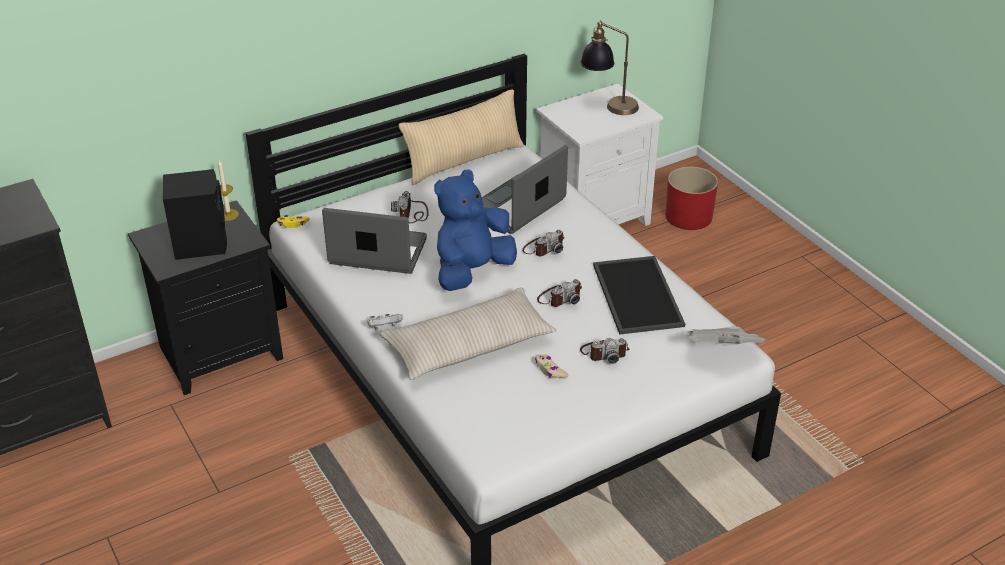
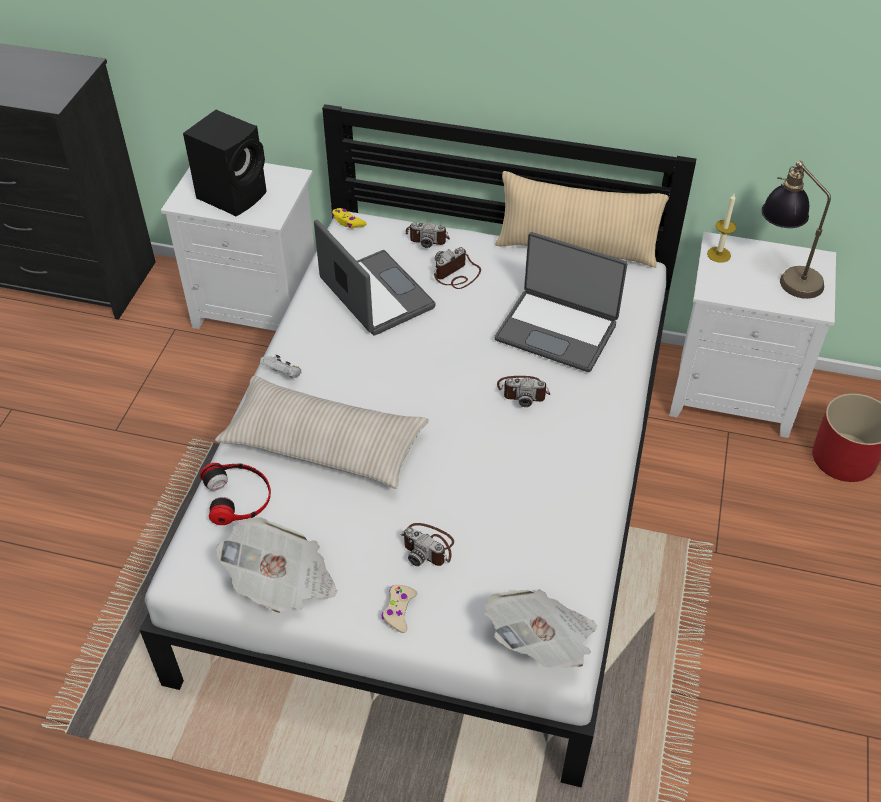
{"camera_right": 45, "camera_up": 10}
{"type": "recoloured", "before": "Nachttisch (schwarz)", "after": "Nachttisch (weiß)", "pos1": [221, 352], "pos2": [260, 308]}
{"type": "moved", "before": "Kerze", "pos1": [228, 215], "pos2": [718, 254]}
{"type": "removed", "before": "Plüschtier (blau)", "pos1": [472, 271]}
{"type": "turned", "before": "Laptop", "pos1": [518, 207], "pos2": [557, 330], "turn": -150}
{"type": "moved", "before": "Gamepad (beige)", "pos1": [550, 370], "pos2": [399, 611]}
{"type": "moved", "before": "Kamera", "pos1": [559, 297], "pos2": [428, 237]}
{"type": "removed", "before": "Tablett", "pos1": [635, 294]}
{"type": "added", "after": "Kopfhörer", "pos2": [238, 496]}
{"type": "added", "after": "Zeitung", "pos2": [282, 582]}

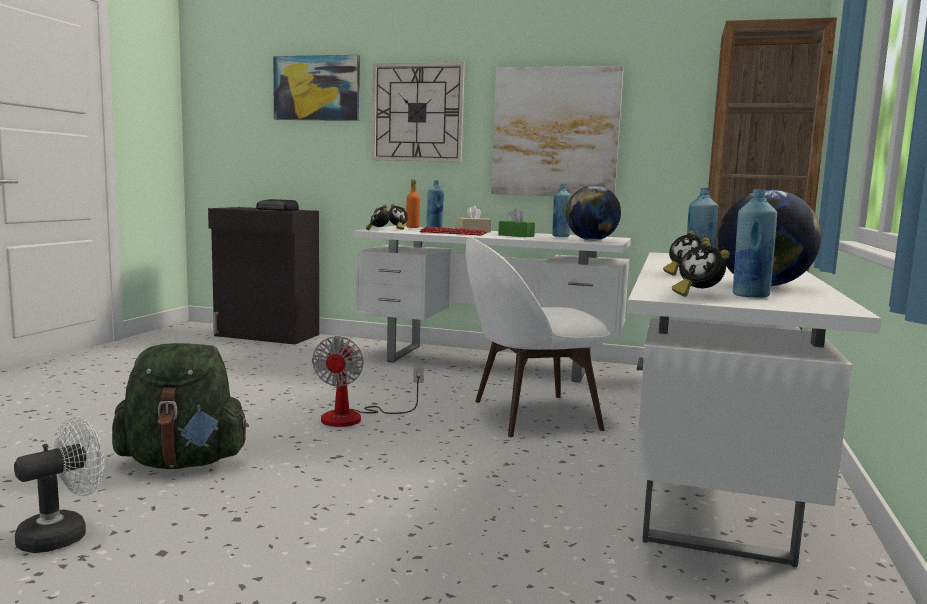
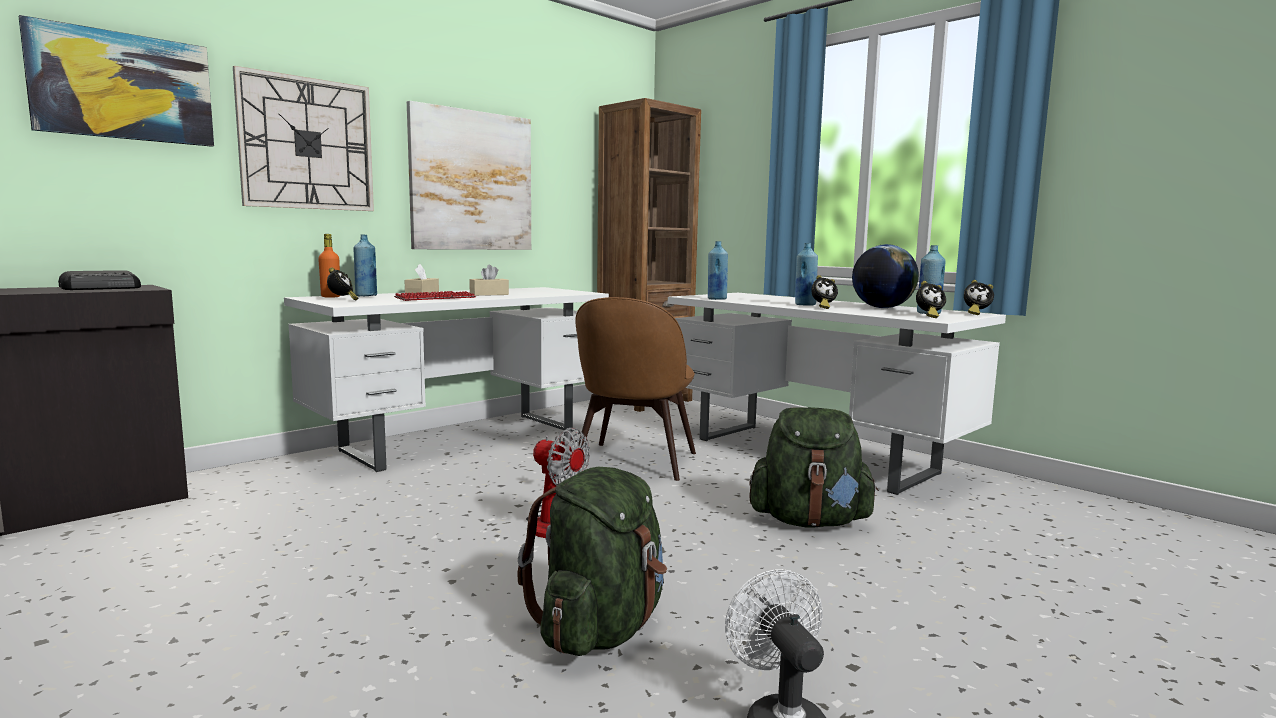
{"camera_right": -60, "camera_up": 0}
{"type": "moved", "before": "Wecker", "pos1": [378, 230], "pos2": [975, 314]}
{"type": "recoloured", "before": "Stuhl (weiß)", "after": "Stuhl (braun)", "pos1": [529, 415], "pos2": [634, 463]}
{"type": "recoloured", "before": "Taschentuchbox (grün)", "after": "Taschentuchbox (beige)", "pos1": [516, 235], "pos2": [489, 294]}
{"type": "moved", "before": "Flasche (blau)", "pos1": [560, 236], "pos2": [716, 299]}
{"type": "removed", "before": "Globus", "pos1": [591, 240]}
{"type": "added", "after": "Rucksack (grün)", "pos2": [809, 521]}

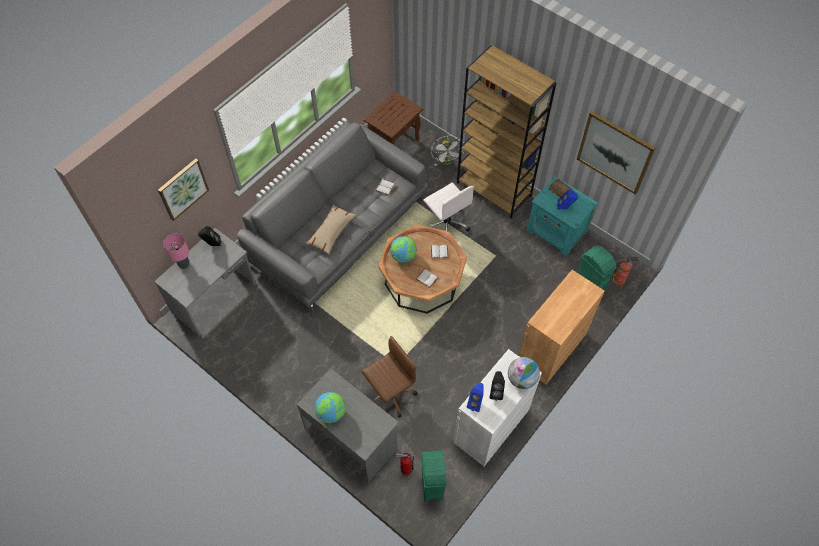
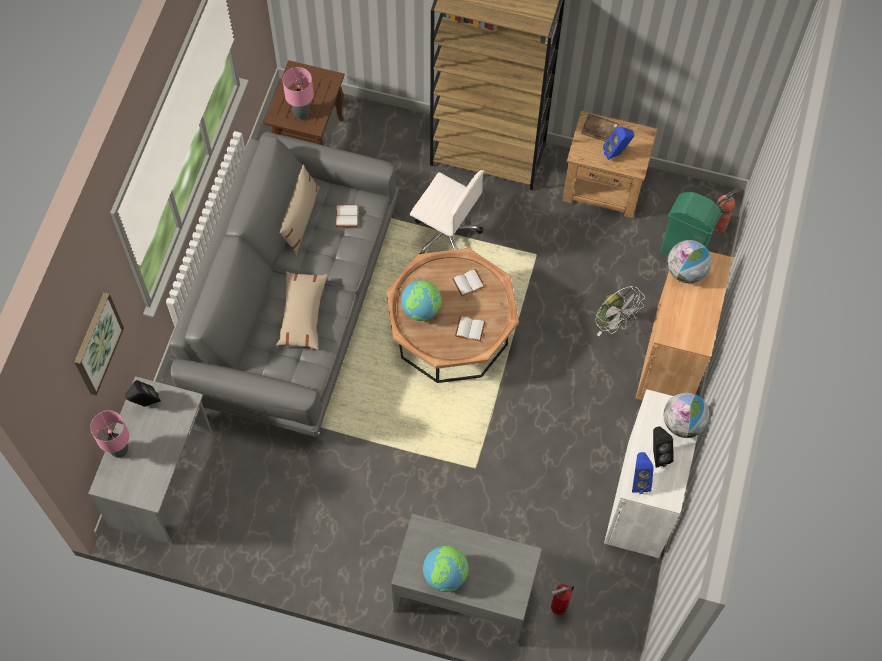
{"camera_right": -25, "camera_up": 5}
{"type": "removed", "before": "Bürostuhl (braun)", "pos1": [389, 393]}
{"type": "removed", "before": "Mülleimer (grün)", "pos1": [432, 486]}
{"type": "moved", "before": "Ventilator (weiß)", "pos1": [446, 162], "pos2": [613, 322]}
{"type": "recoloured", "before": "Nachttisch (türkis)", "after": "Nachttisch (braun)", "pos1": [557, 232], "pos2": [604, 187]}
{"type": "removed", "before": "Bild", "pos1": [615, 152]}
{"type": "added", "after": "Kissen (beige)", "pos2": [301, 219]}
{"type": "added", "after": "Tischlampe (rosa)", "pos2": [301, 113]}
{"type": "added", "after": "Globus", "pos2": [685, 271]}

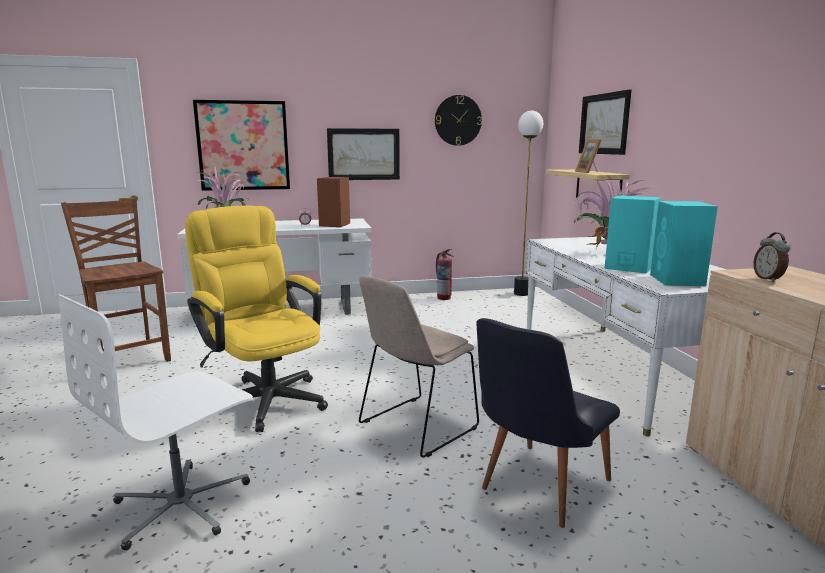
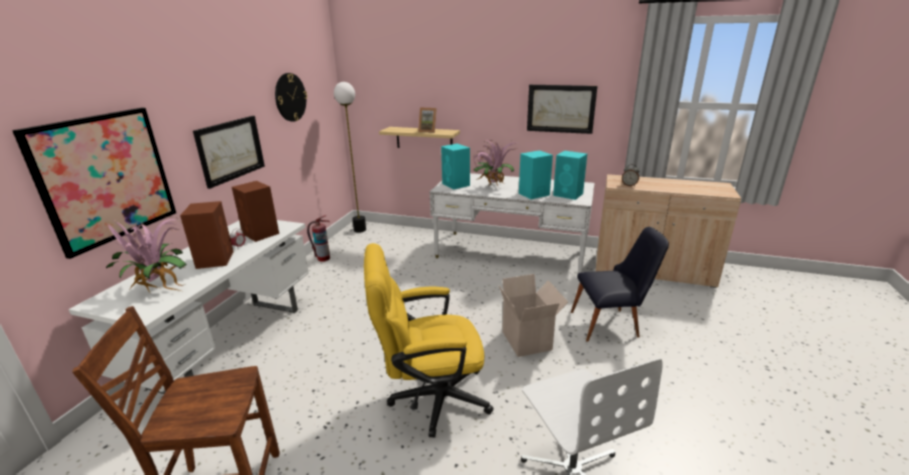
{"camera_right": -60, "camera_up": 10}
{"type": "replaced", "before": "Stuhl (beige)", "after": "Karton", "pos1": [415, 427], "pos2": [528, 340]}
{"type": "turned", "before": "Stuhl (schwarz)", "pos1": [537, 488], "pos2": [611, 324], "turn": -75}
{"type": "moved", "before": "Bild", "pos1": [604, 124], "pos2": [560, 108]}
{"type": "added", "after": "Lautsprecher (braun)", "pos2": [215, 259]}
{"type": "added", "after": "Lautsprecher (türkis)", "pos2": [456, 185]}

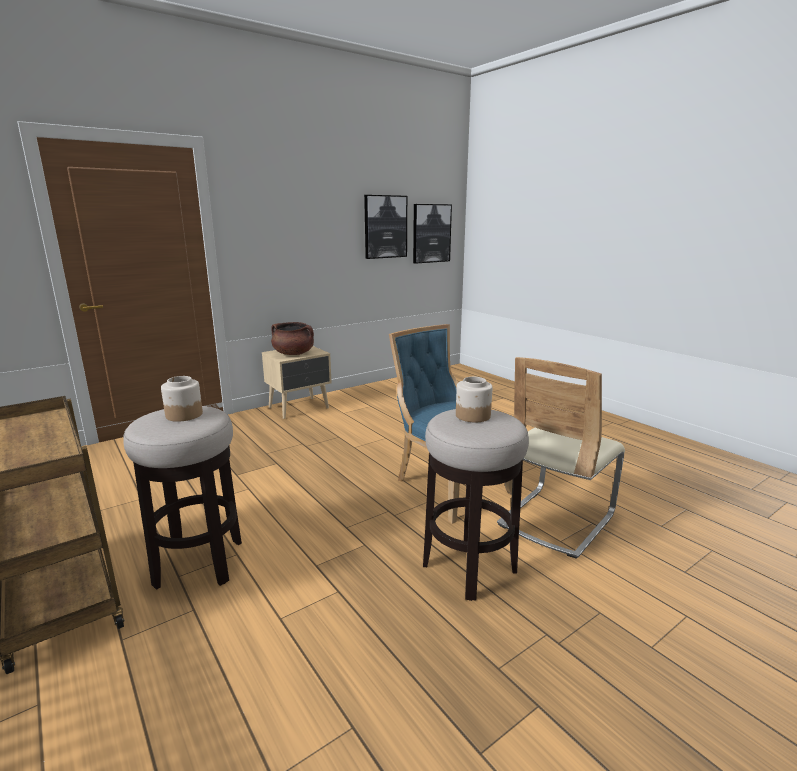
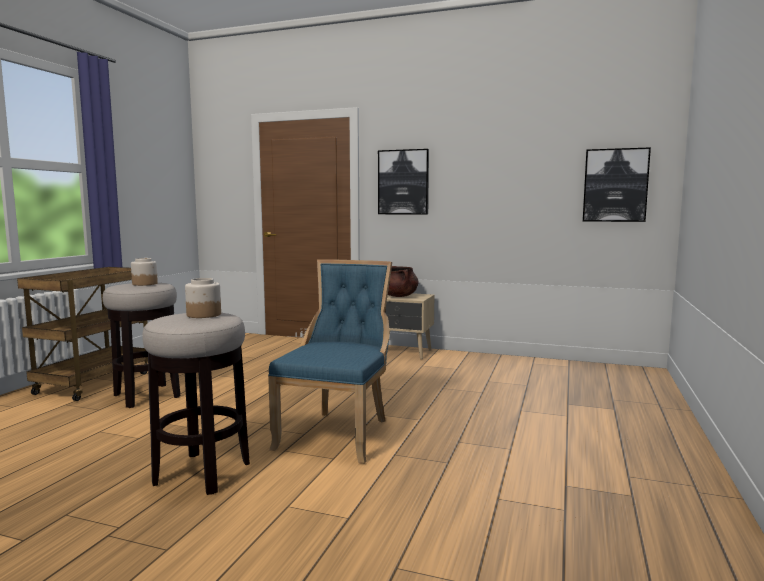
{"camera_right": 55, "camera_up": -10}
{"type": "moved", "before": "Bild", "pos1": [385, 227], "pos2": [403, 182]}
{"type": "removed", "before": "Stuhl (beige)", "pos1": [556, 520]}

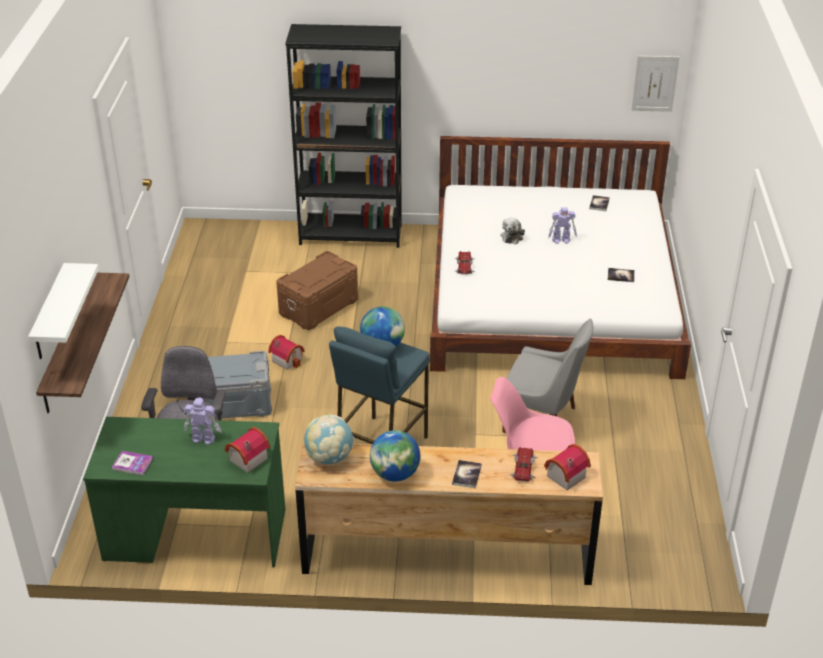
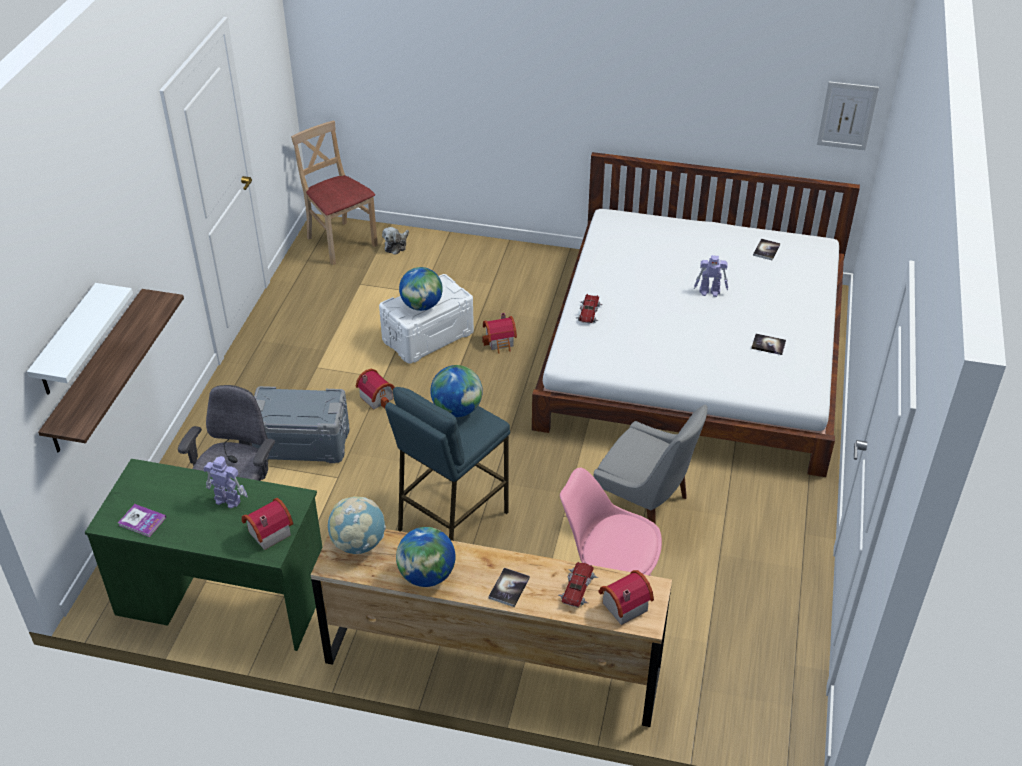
{"camera_right": 10, "camera_up": 5}
{"type": "recoloured", "before": "Aufbewahrungsbox (braun)", "after": "Aufbewahrungsbox (weiß)", "pos1": [319, 307], "pos2": [428, 337]}
{"type": "removed", "before": "Bücherregal (schwarz)", "pos1": [351, 235]}
{"type": "moved", "before": "Plüschtier", "pos1": [512, 236], "pos2": [396, 245]}
{"type": "added", "after": "Stuhl (beige)", "pos2": [341, 242]}
{"type": "added", "after": "Globus", "pos2": [422, 306]}
{"type": "added", "after": "Spielzeughaus", "pos2": [501, 342]}

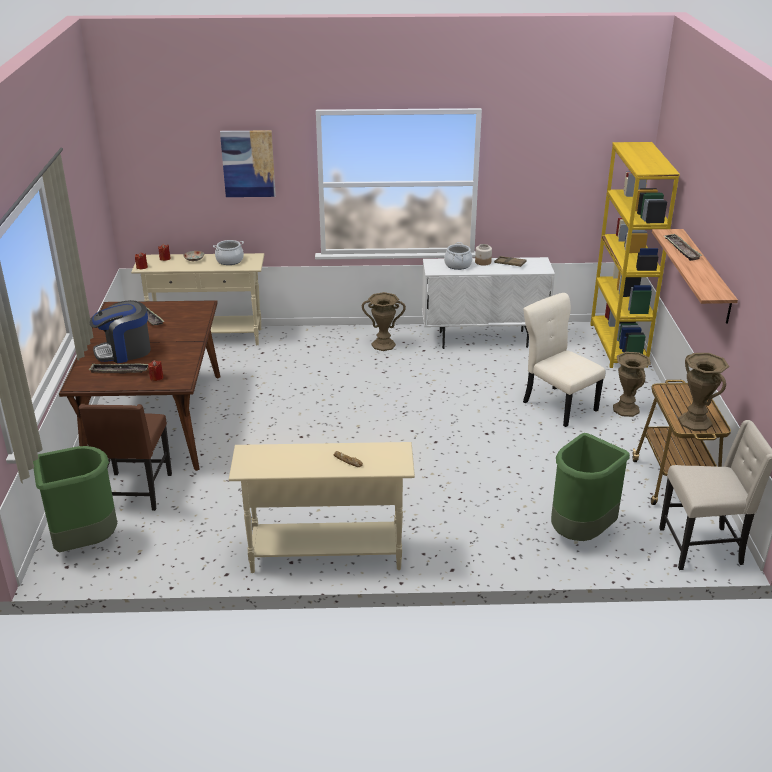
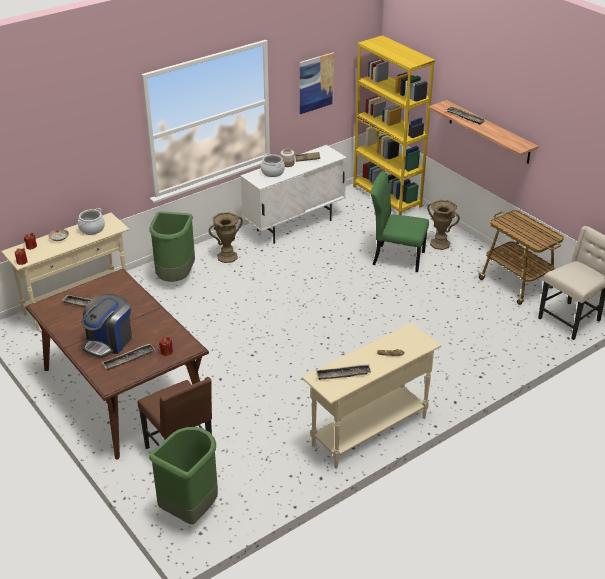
{"camera_right": -35, "camera_up": 5}
{"type": "moved", "before": "Bild", "pos1": [248, 163], "pos2": [316, 83]}
{"type": "recoloured", "before": "Stuhl (beige)", "after": "Stuhl (grün)", "pos1": [557, 405], "pos2": [396, 257]}
{"type": "moved", "before": "Mülleimer (grün)", "pos1": [580, 533], "pos2": [175, 277]}
{"type": "removed", "before": "Vase (braun)", "pos1": [695, 422]}
{"type": "added", "after": "Tablett", "pos2": [343, 374]}

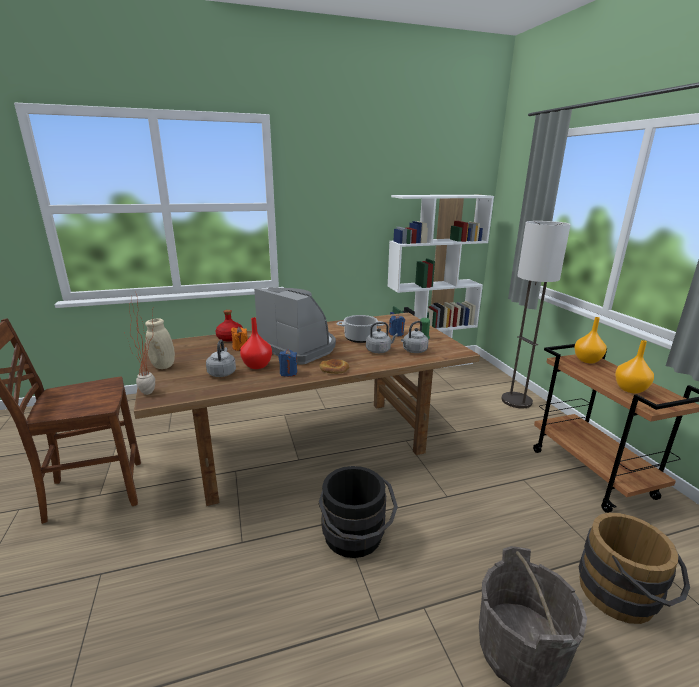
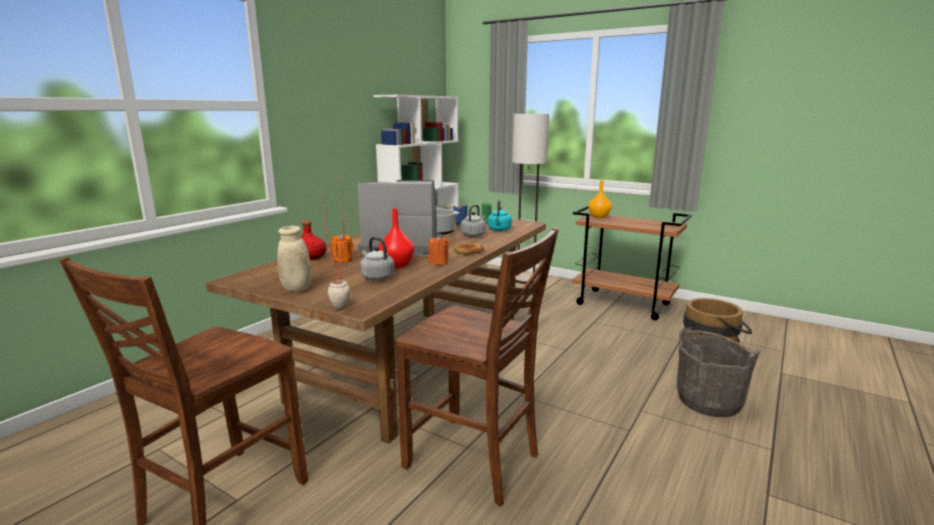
{"camera_right": -40, "camera_up": -5}
{"type": "recoloured", "before": "Kerze (blau)", "after": "Kerze (orange)", "pos1": [288, 373], "pos2": [438, 262]}
{"type": "removed", "before": "Eimer (schwarz)", "pos1": [355, 539]}
{"type": "recoloured", "before": "Wasserkessel (grau)", "after": "Wasserkessel (türkis)", "pos1": [413, 351], "pos2": [499, 230]}
{"type": "removed", "before": "Vase (orange)", "pos1": [629, 389]}
{"type": "added", "after": "Stuhl (braun)", "pos2": [474, 461]}

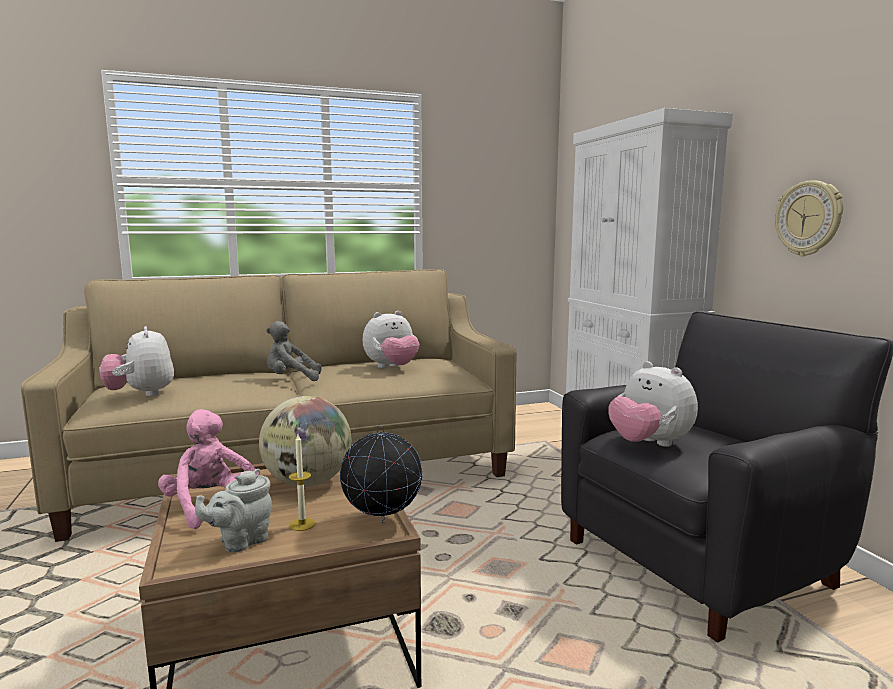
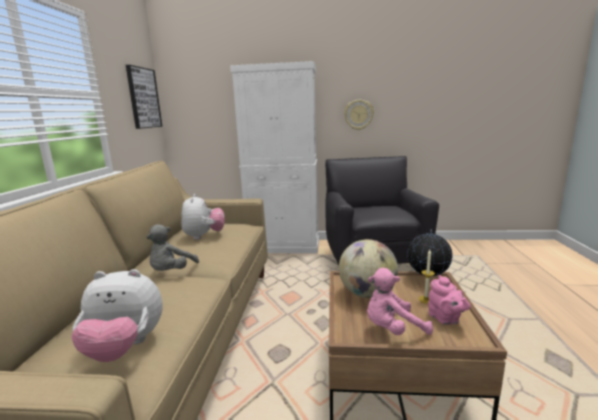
{"camera_right": -65, "camera_up": 5}
{"type": "recoloured", "before": "Teekanne (grau)", "after": "Teekanne (rosa)", "pos1": [241, 541], "pos2": [445, 319]}
{"type": "removed", "before": "Plüschtier", "pos1": [649, 444]}
{"type": "added", "after": "Bild", "pos2": [143, 98]}

